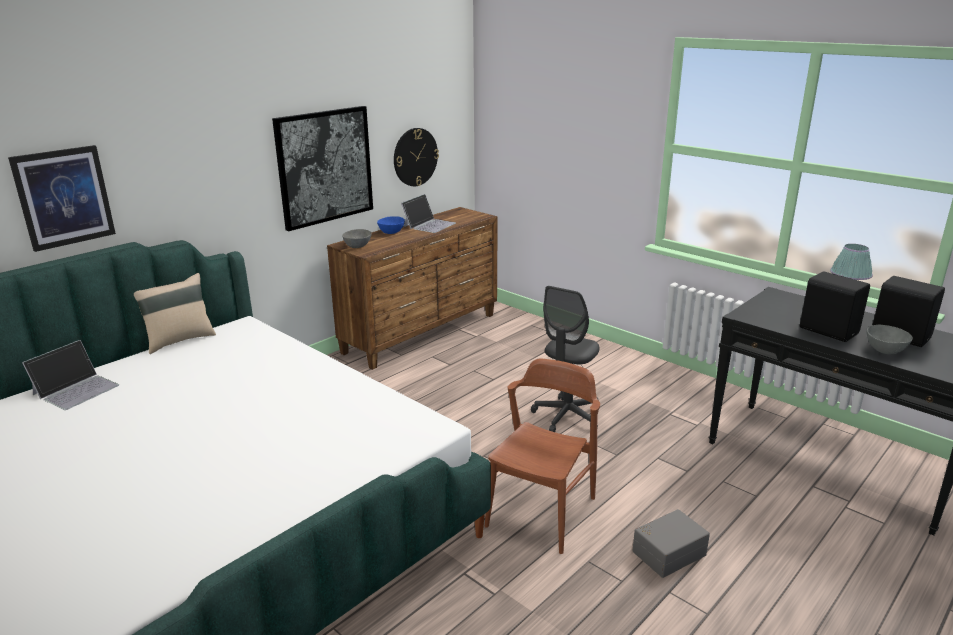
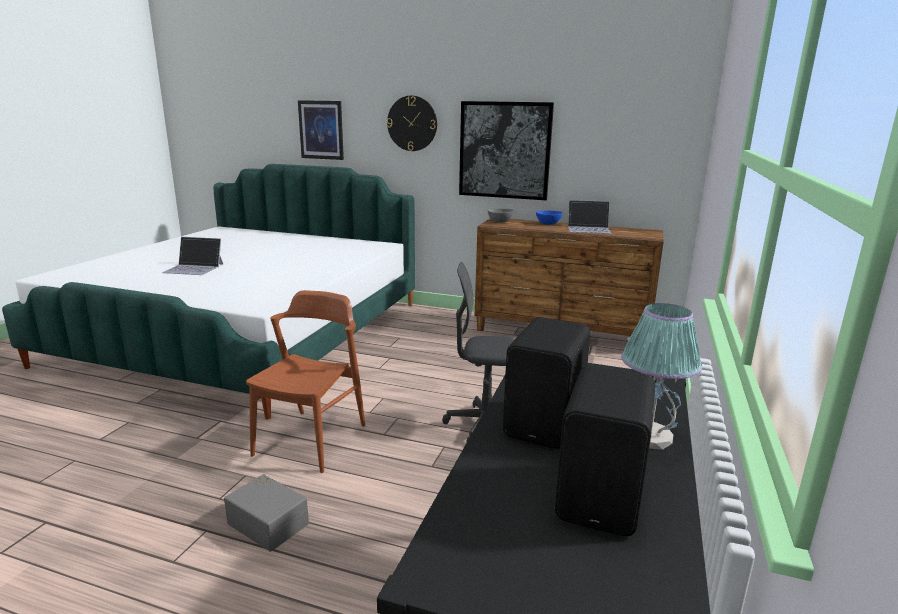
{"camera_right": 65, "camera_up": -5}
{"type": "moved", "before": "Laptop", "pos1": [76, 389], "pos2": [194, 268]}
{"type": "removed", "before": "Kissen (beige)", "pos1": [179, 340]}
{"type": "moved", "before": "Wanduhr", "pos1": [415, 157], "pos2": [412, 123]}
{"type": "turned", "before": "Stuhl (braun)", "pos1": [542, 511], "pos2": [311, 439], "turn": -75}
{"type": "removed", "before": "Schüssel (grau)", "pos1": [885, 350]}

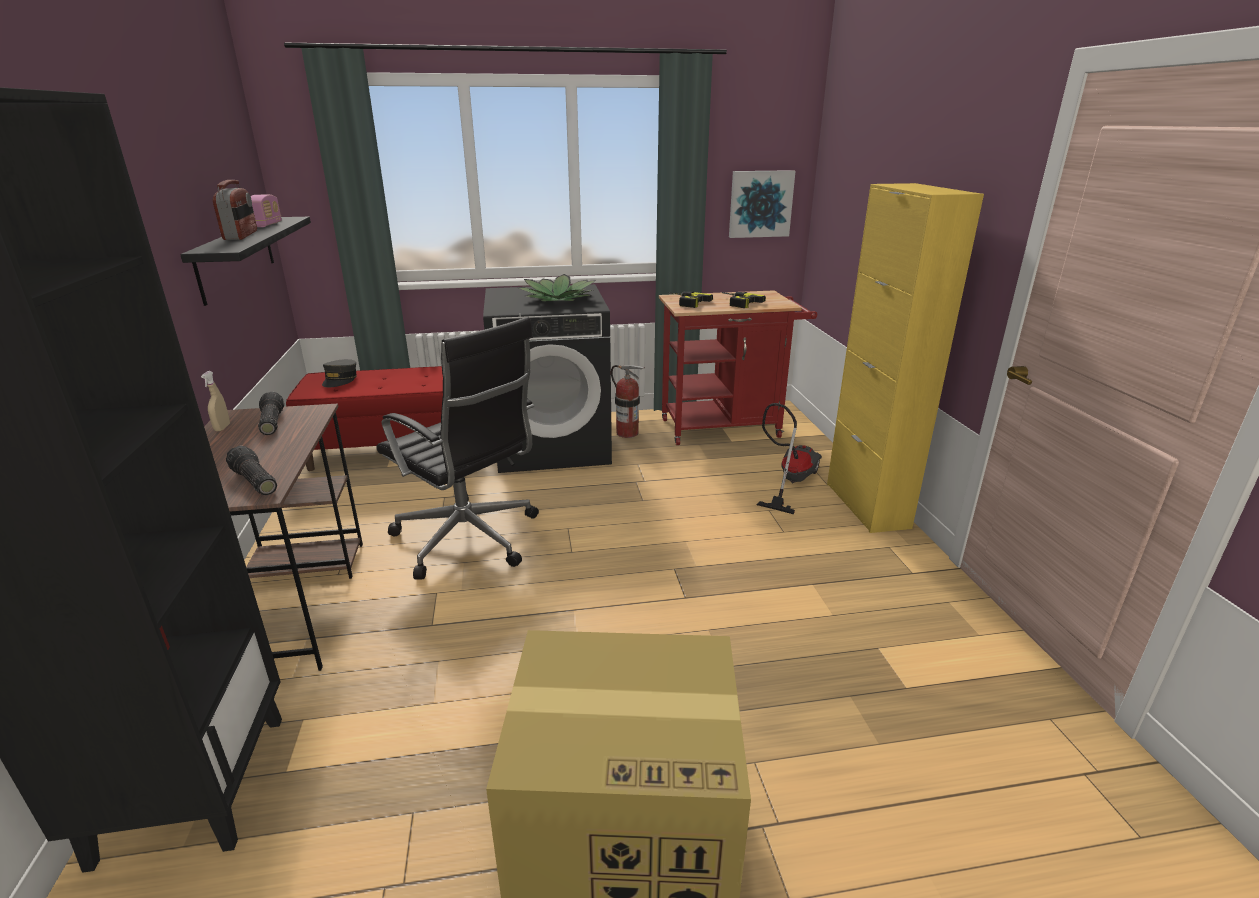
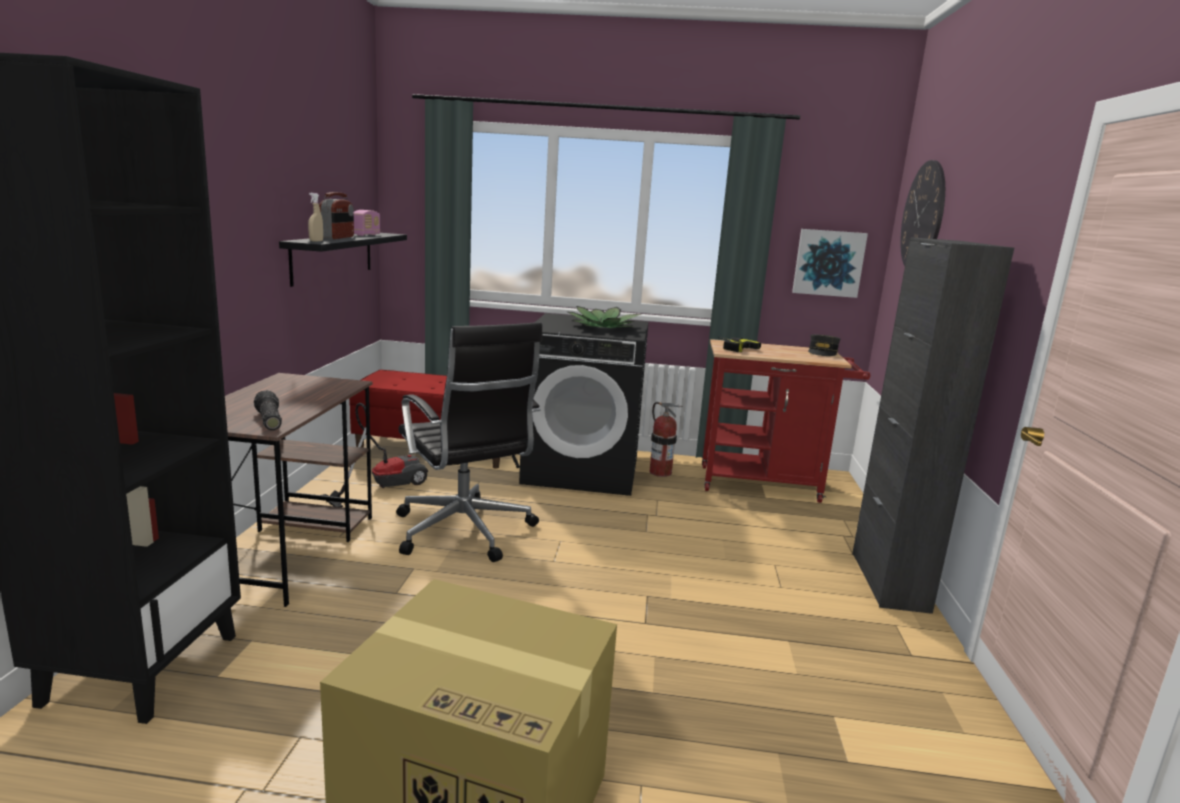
{"camera_right": 15, "camera_up": -10}
{"type": "moved", "before": "Sprühflasche (beige)", "pos1": [222, 428], "pos2": [316, 241]}
{"type": "removed", "before": "Taschenlampe", "pos1": [271, 423]}
{"type": "moved", "before": "Kappe (grau)", "pos1": [340, 380], "pos2": [822, 352]}
{"type": "removed", "before": "Bohrmaschine", "pos1": [736, 302]}
{"type": "moved", "before": "Staubsauger", "pos1": [789, 481], "pos2": [383, 486]}
{"type": "recoloured", "before": "Schrank (gelb)", "after": "Schrank (schwarz)", "pos1": [867, 505], "pos2": [889, 581]}
{"type": "added", "after": "Wanduhr", "pos2": [923, 216]}

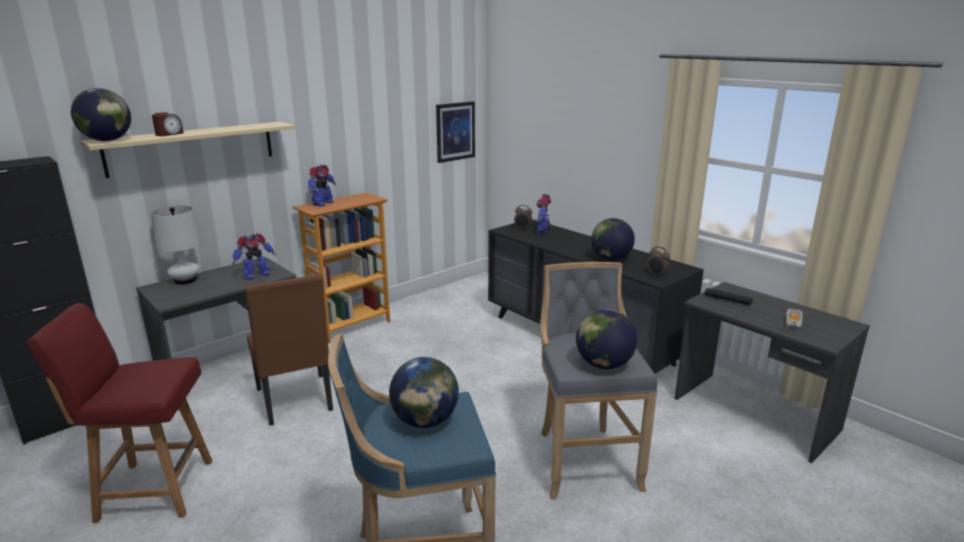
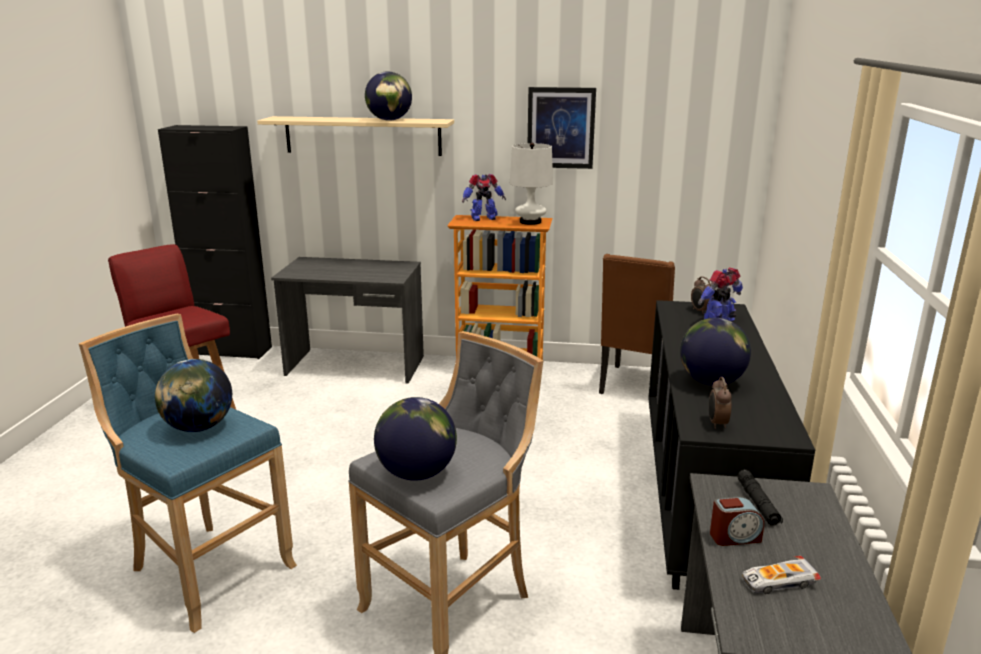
{"camera_right": 50, "camera_up": 0}
{"type": "moved", "before": "Globus", "pos1": [107, 140], "pos2": [389, 120]}
{"type": "moved", "before": "Tischlampe (weiß)", "pos1": [185, 280], "pos2": [530, 222]}
{"type": "moved", "before": "Wecker", "pos1": [169, 134], "pos2": [734, 537]}
{"type": "removed", "before": "Spielzeugroboter", "pos1": [256, 275]}
{"type": "moved", "before": "Stuhl (braun)", "pos1": [296, 400], "pos2": [637, 386]}
{"type": "moved", "before": "Bild", "pos1": [455, 131], "pos2": [561, 128]}

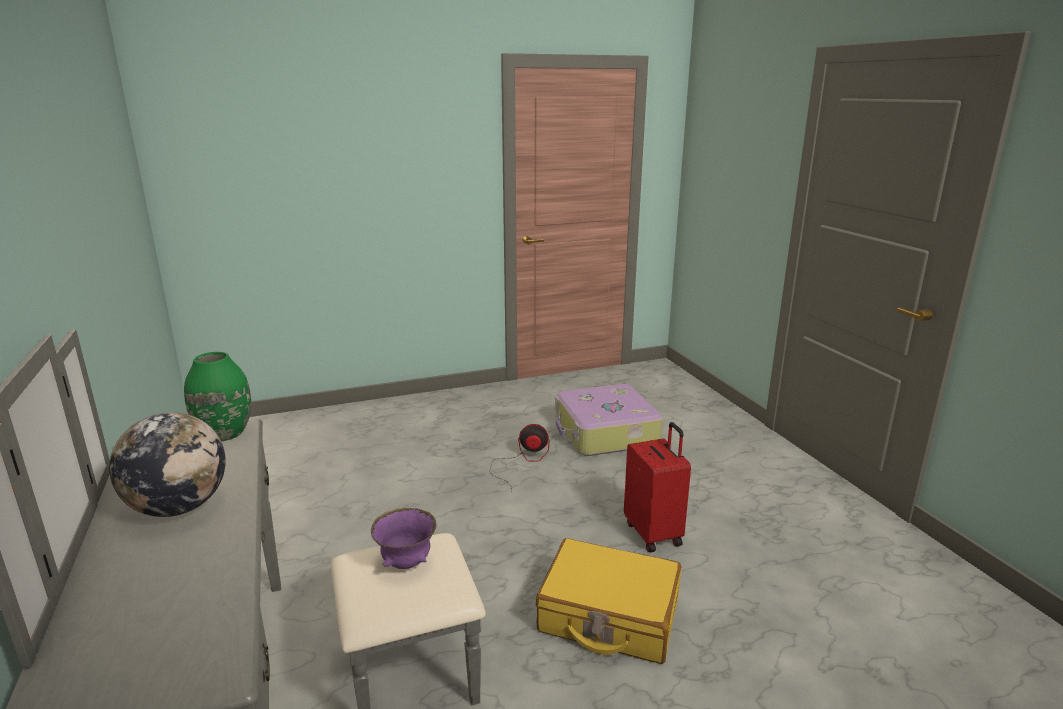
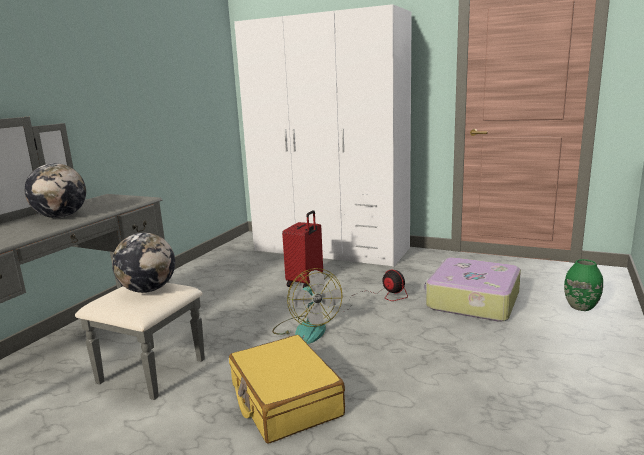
{"camera_right": 45, "camera_up": -5}
{"type": "moved", "before": "Vase (grün)", "pos1": [224, 433], "pos2": [580, 307]}
{"type": "replaced", "before": "Schüssel (lila)", "after": "Globus", "pos1": [407, 563], "pos2": [148, 290]}
{"type": "moved", "before": "Koffer (rot)", "pos1": [654, 533], "pos2": [305, 282]}
{"type": "added", "after": "Kleiderschrank (weiß)", "pos2": [331, 249]}
{"type": "added", "after": "Ventilator", "pos2": [306, 329]}

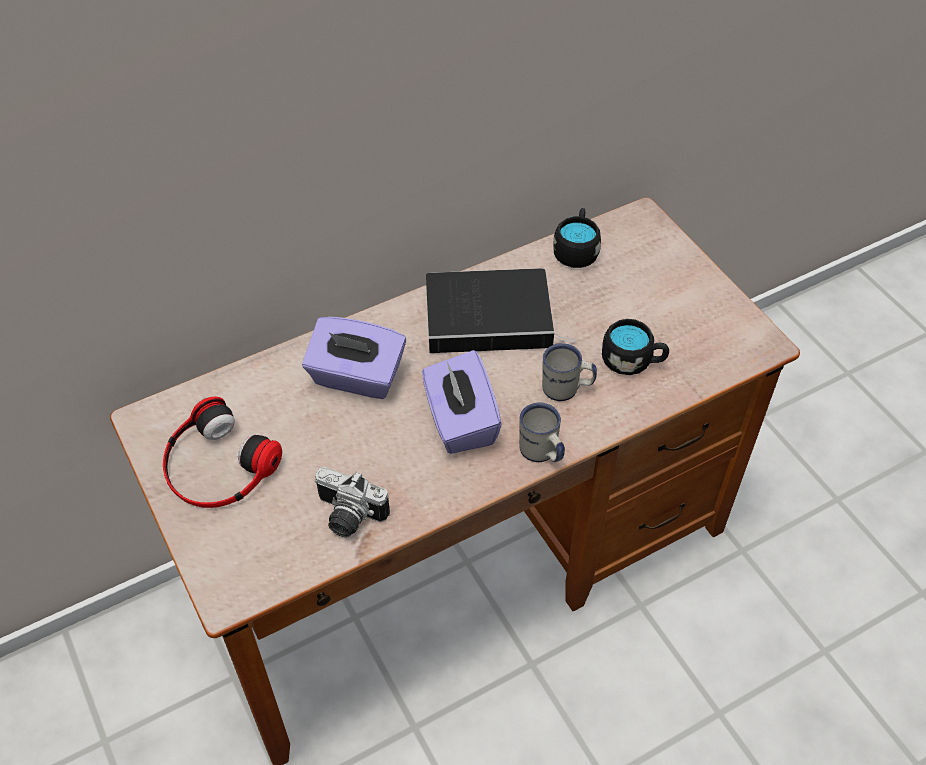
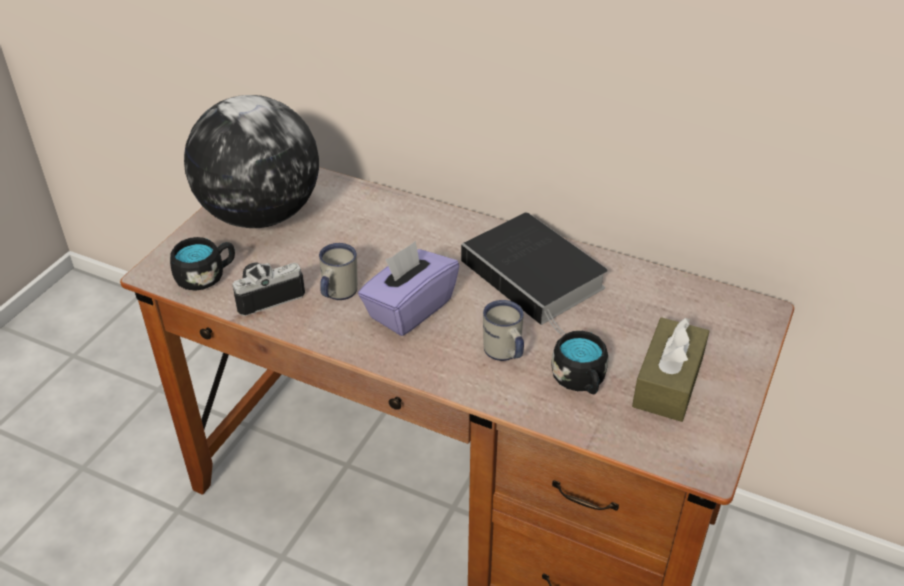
{"camera_right": 55, "camera_up": -10}
{"type": "replaced", "before": "Kopfhörer", "after": "Globus", "pos1": [217, 466], "pos2": [260, 215]}
{"type": "removed", "before": "Taschentuchbox (lila)", "pos1": [356, 377]}
{"type": "turned", "before": "Kamera", "pos1": [347, 517], "pos2": [266, 294], "turn": 75}
{"type": "moved", "before": "Henkelbecher (weiß)", "pos1": [541, 453], "pos2": [337, 294]}
{"type": "moved", "before": "Henkelbecher (schwarz)", "pos1": [576, 250], "pos2": [206, 276]}
{"type": "added", "after": "Taschentuchbox (braun)", "pos2": [668, 382]}

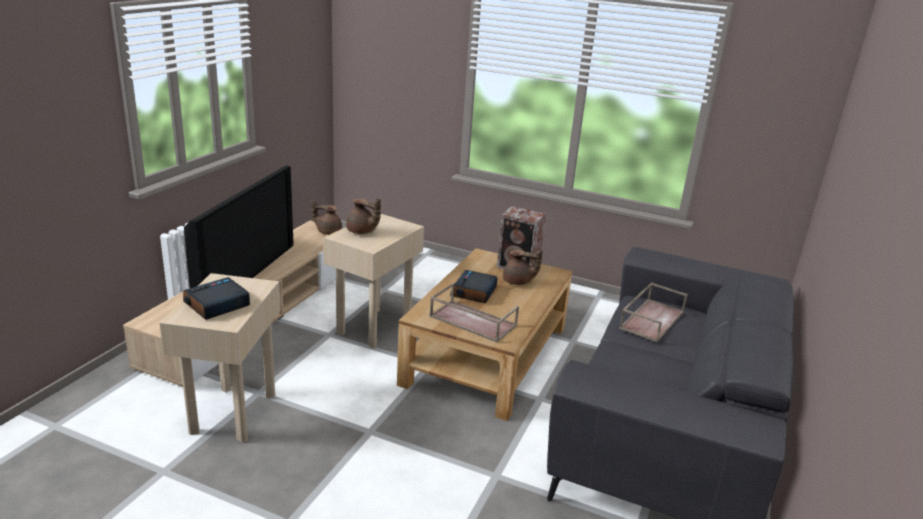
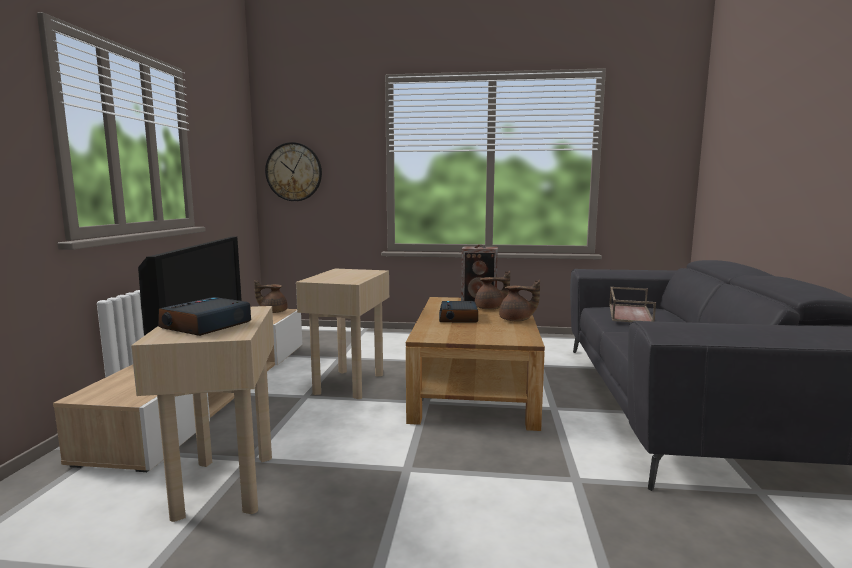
{"camera_right": -15, "camera_up": -15}
{"type": "moved", "before": "Teekanne (braun)", "pos1": [362, 232], "pos2": [516, 320]}
{"type": "removed", "before": "Tablett (braun)", "pos1": [471, 321]}
{"type": "added", "after": "Wanduhr", "pos2": [294, 172]}

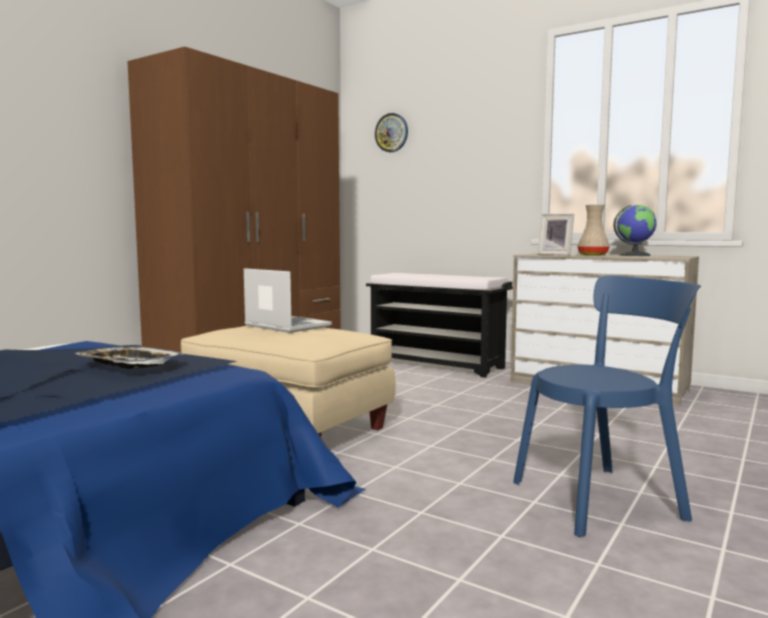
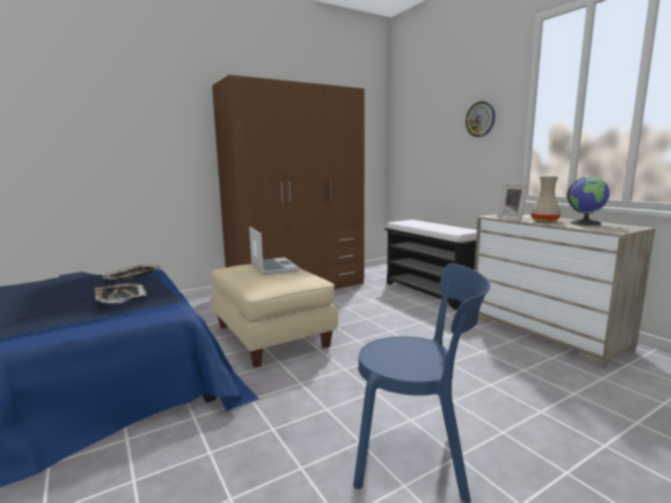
{"camera_right": 25, "camera_up": 5}
{"type": "moved", "before": "Wanduhr", "pos1": [391, 133], "pos2": [480, 119]}
{"type": "added", "after": "Tablett", "pos2": [133, 276]}

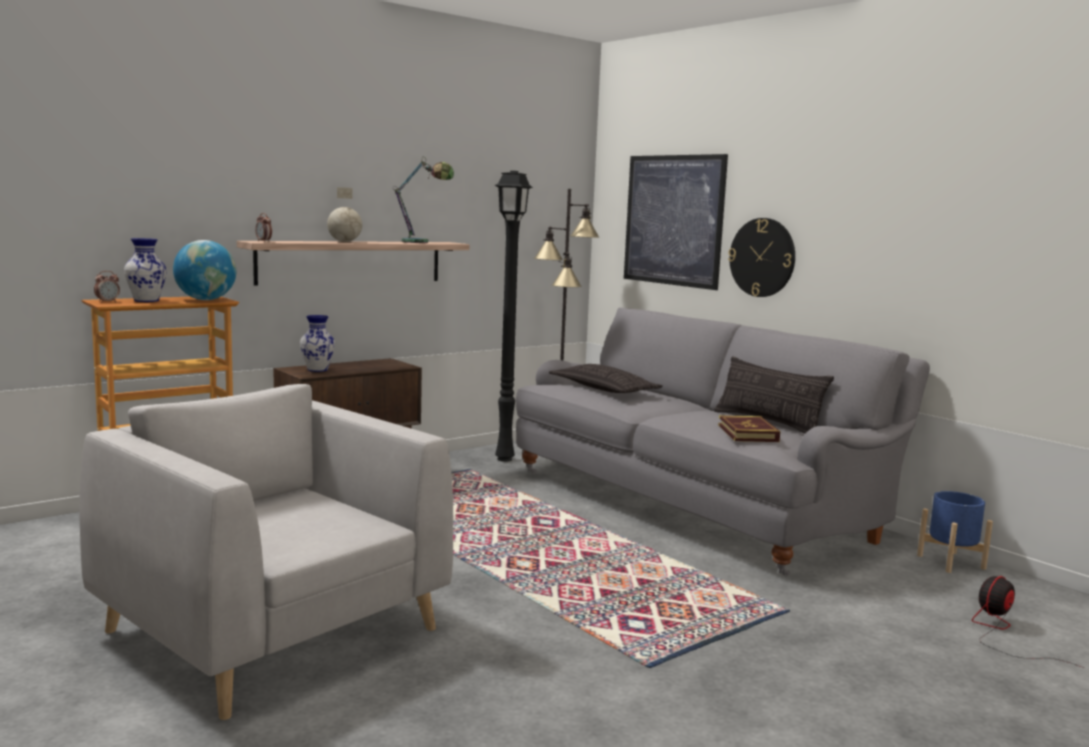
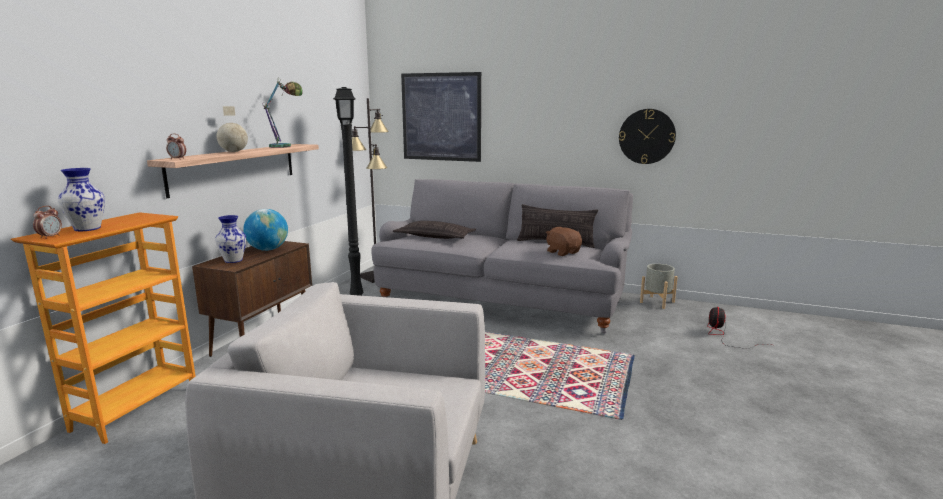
{"camera_right": -30, "camera_up": 5}
{"type": "moved", "before": "Globus", "pos1": [205, 300], "pos2": [268, 249]}
{"type": "replaced", "before": "Buch", "after": "Plüschtier (braun)", "pos1": [747, 433], "pos2": [563, 252]}
{"type": "moved", "before": "Wanduhr", "pos1": [762, 257], "pos2": [646, 136]}
{"type": "recoloured", "before": "Pflanzkübel (blau)", "after": "Pflanzkübel (grau)", "pos1": [950, 562], "pos2": [657, 302]}

